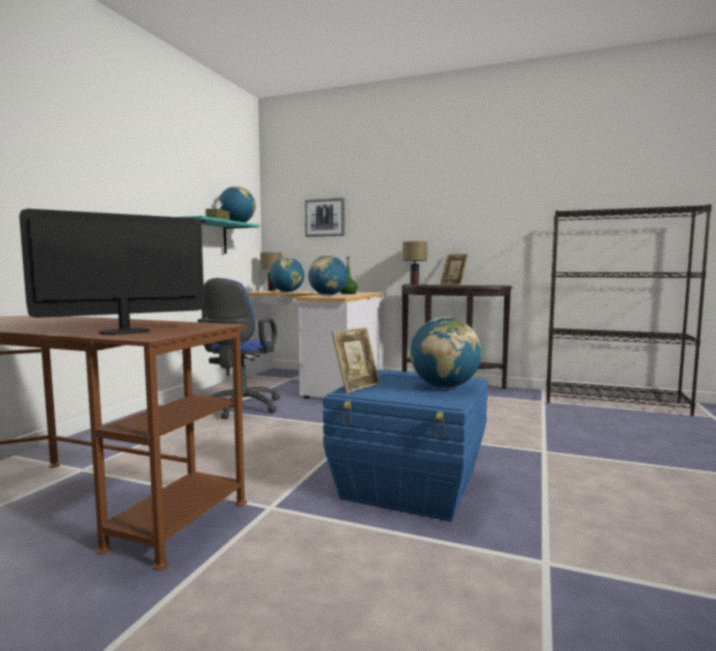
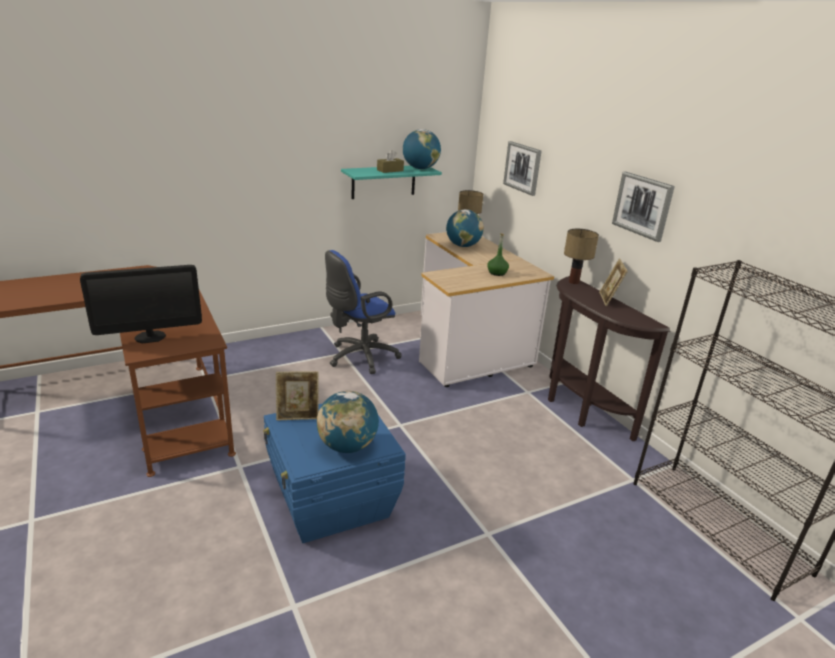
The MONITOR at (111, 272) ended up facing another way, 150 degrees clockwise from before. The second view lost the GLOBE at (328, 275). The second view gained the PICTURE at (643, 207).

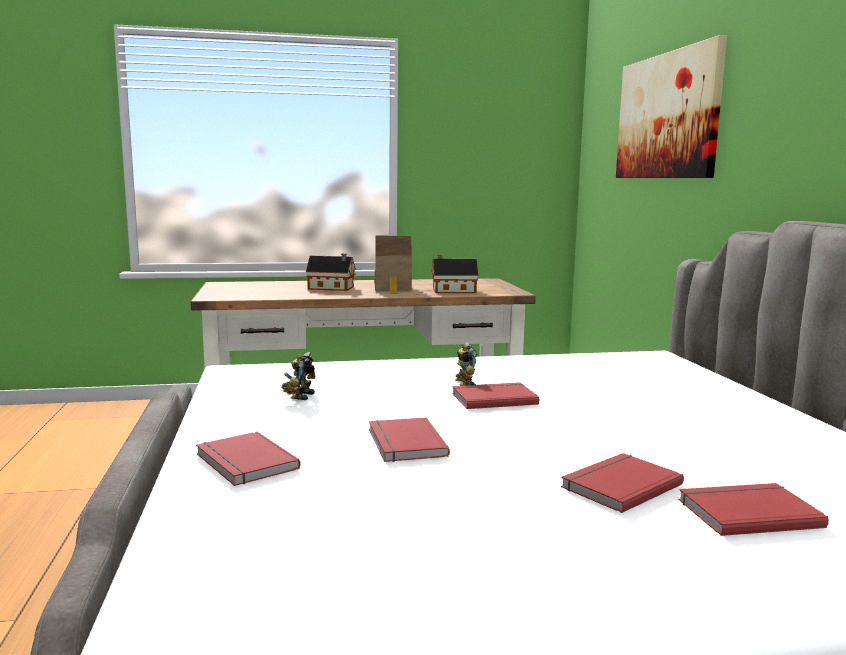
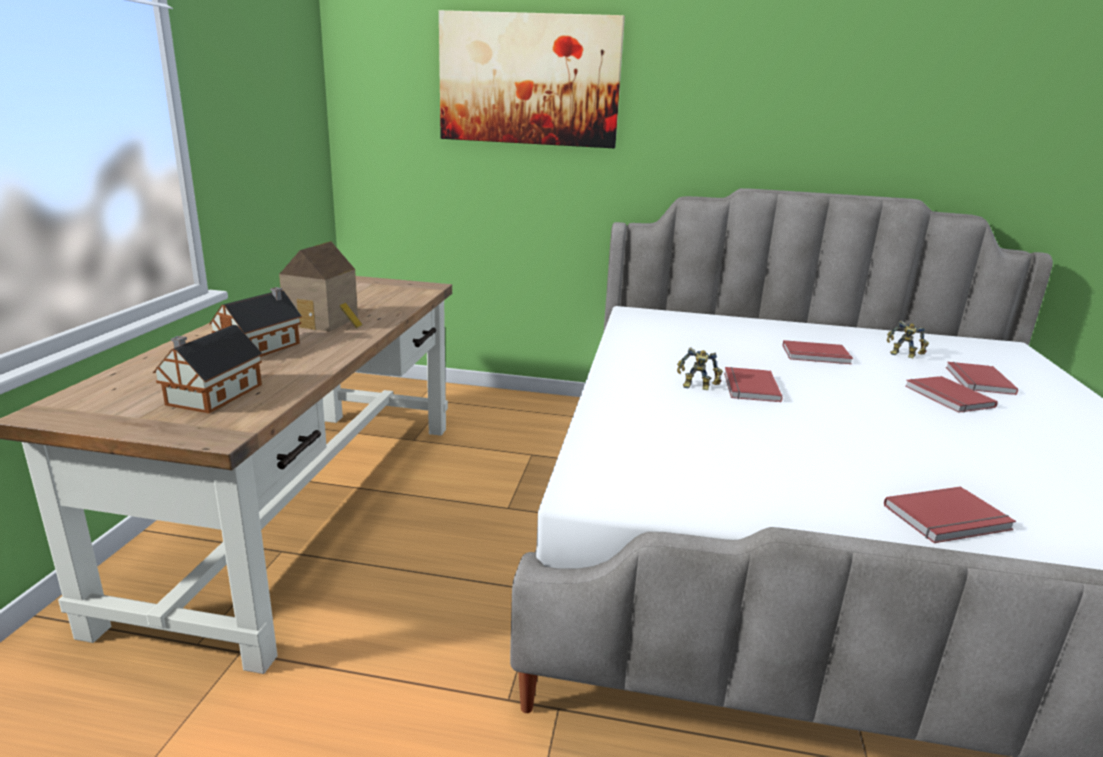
The TOY HOUSE ended up elsewhere, having gone from (454, 274) to (208, 369). The TOY ROBOT ended up elsewhere, having gone from (298, 376) to (908, 339). The RED BOOK ended up elsewhere, having gone from (409, 439) to (818, 352).

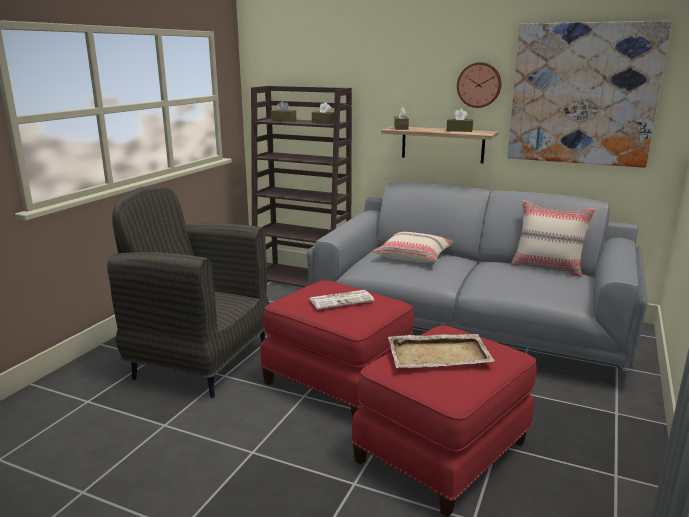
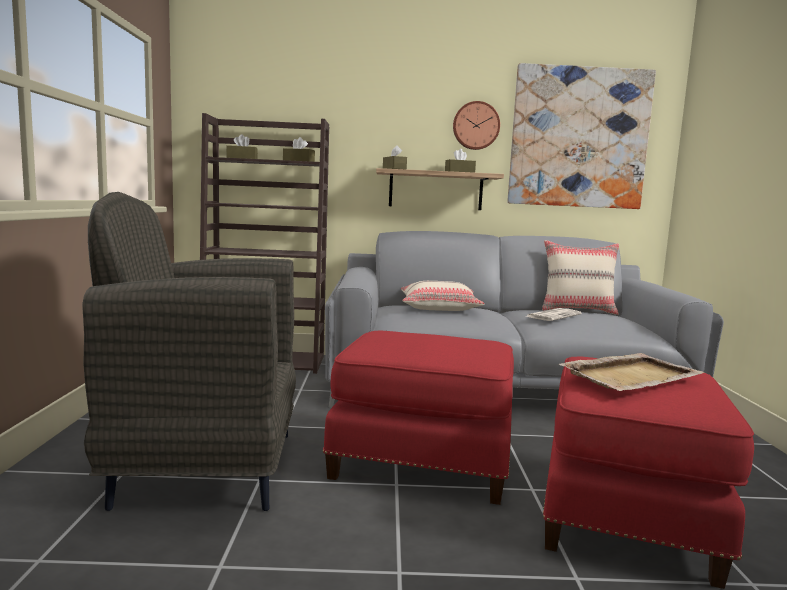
The NEWSPAPER ended up elsewhere, having gone from (342, 299) to (554, 314).

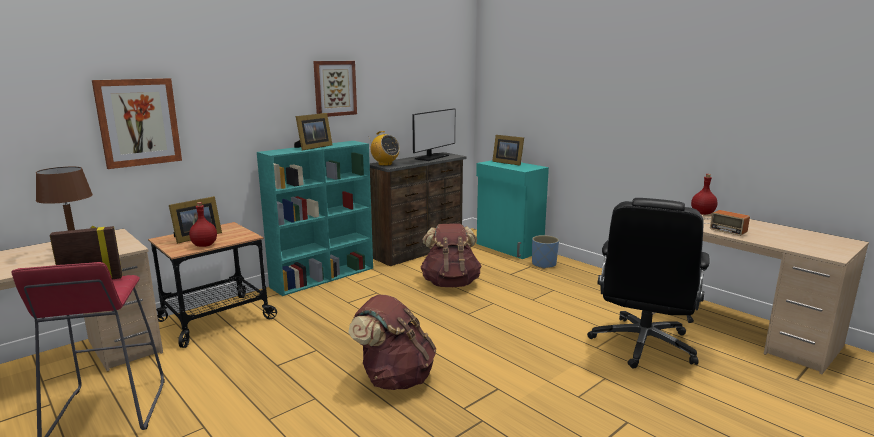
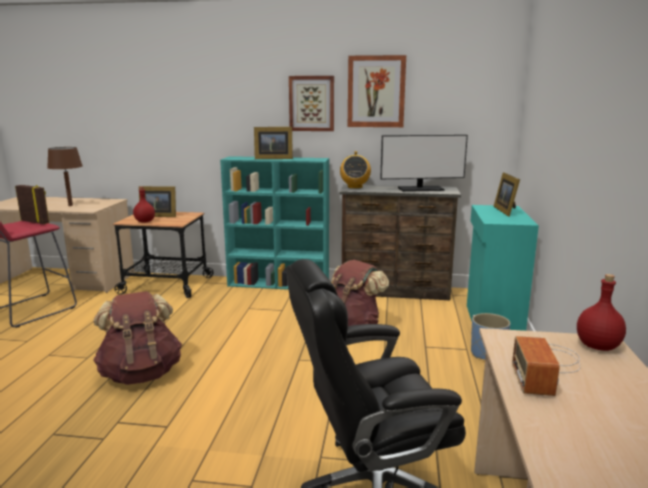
The PICTURE ended up elsewhere, having gone from (137, 123) to (377, 91).

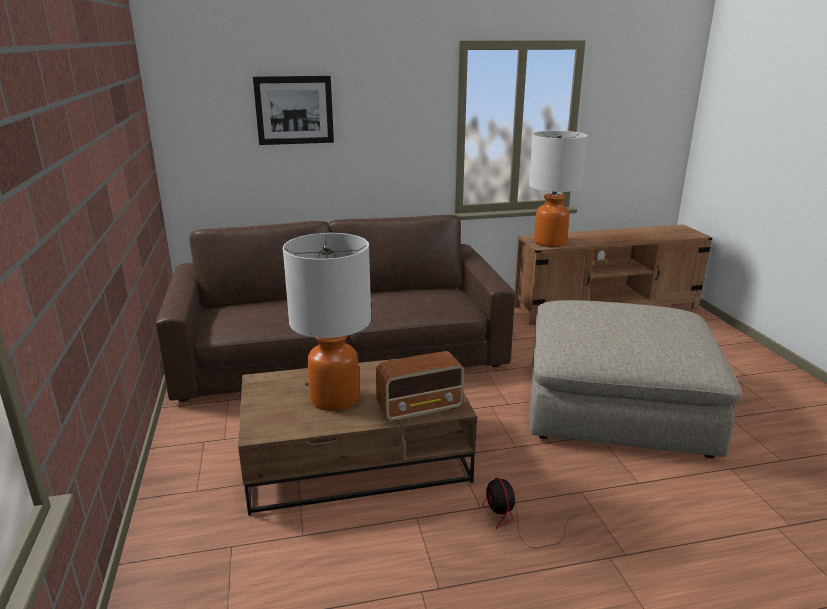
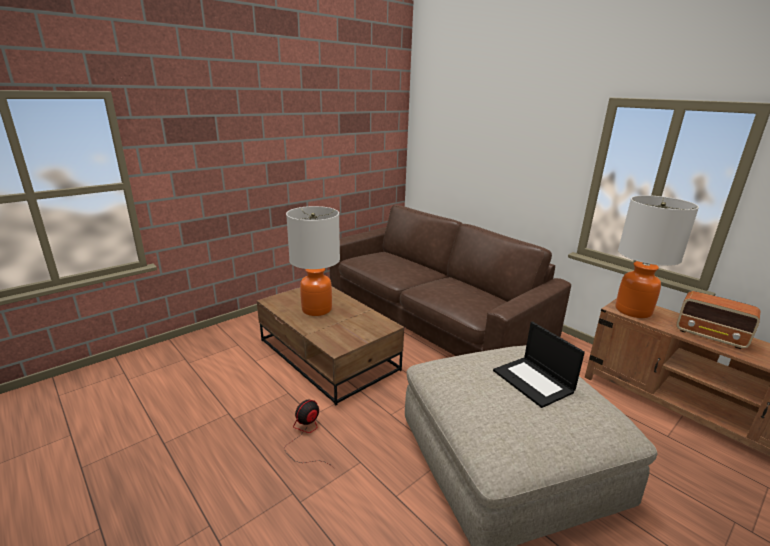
The second view lost the PICTURE at (293, 110). The RADIO ended up elsewhere, having gone from (420, 386) to (718, 320). The second view gained the LAPTOP at (539, 365).

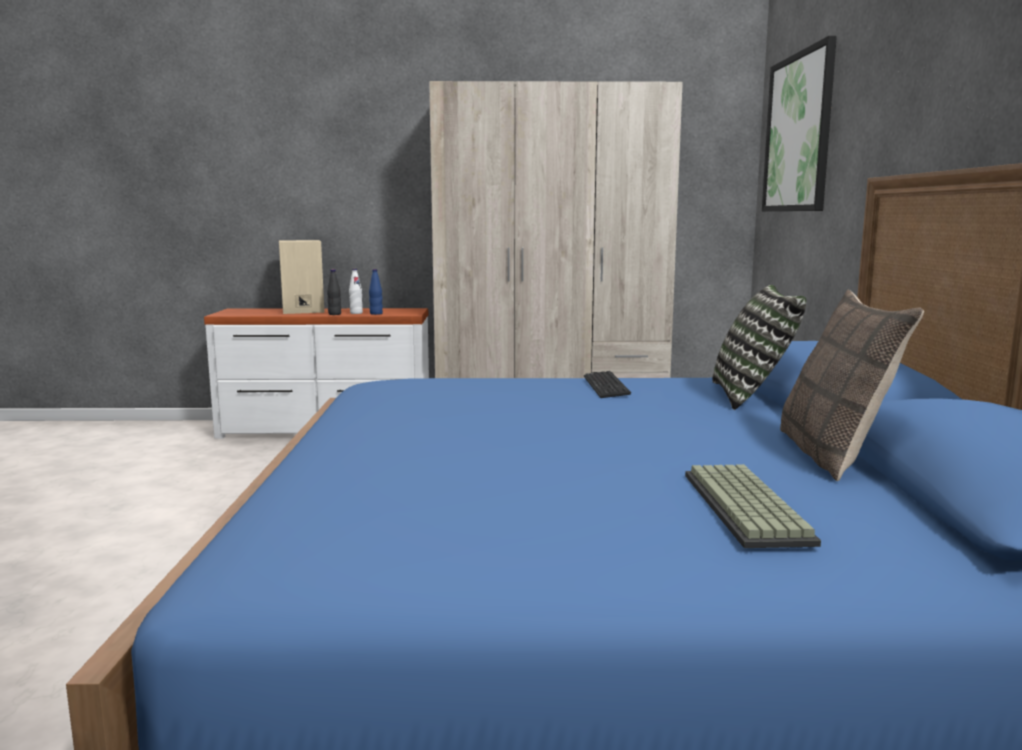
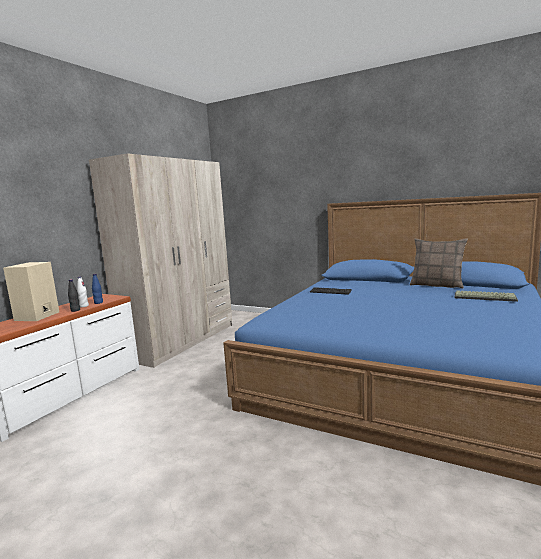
The second view lost the PICTURE at (799, 123). The second view lost the PILLOW at (759, 347).

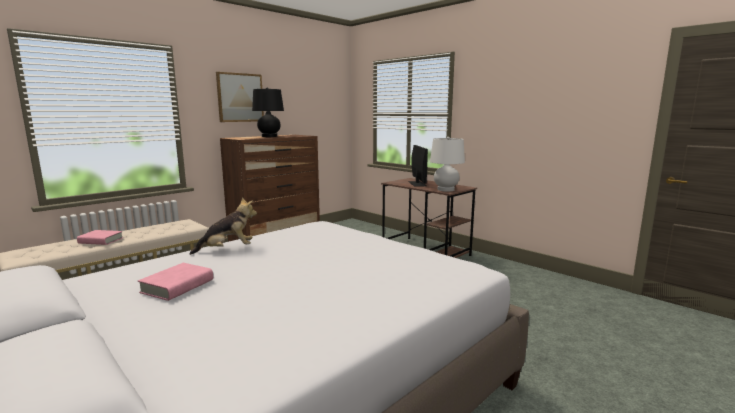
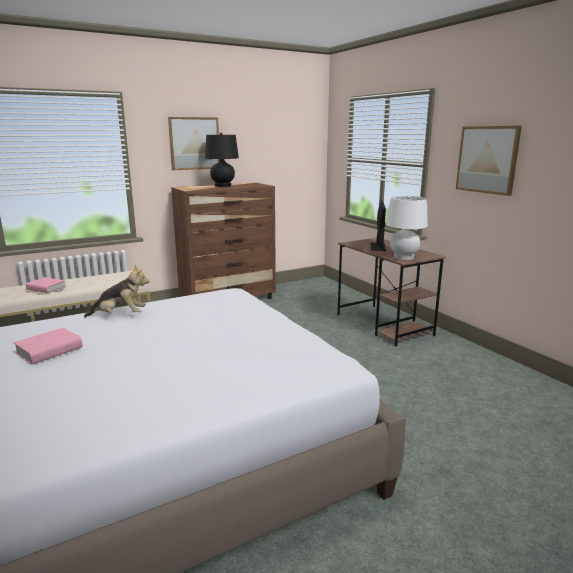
The second view gained the PICTURE at (489, 161).

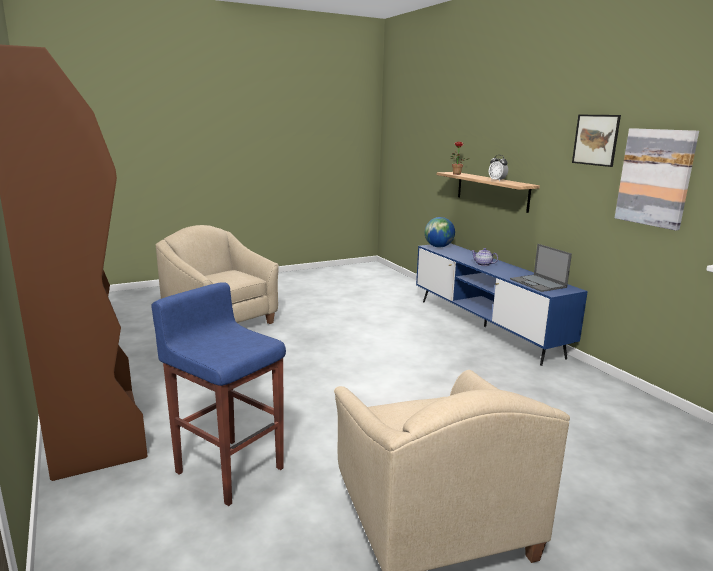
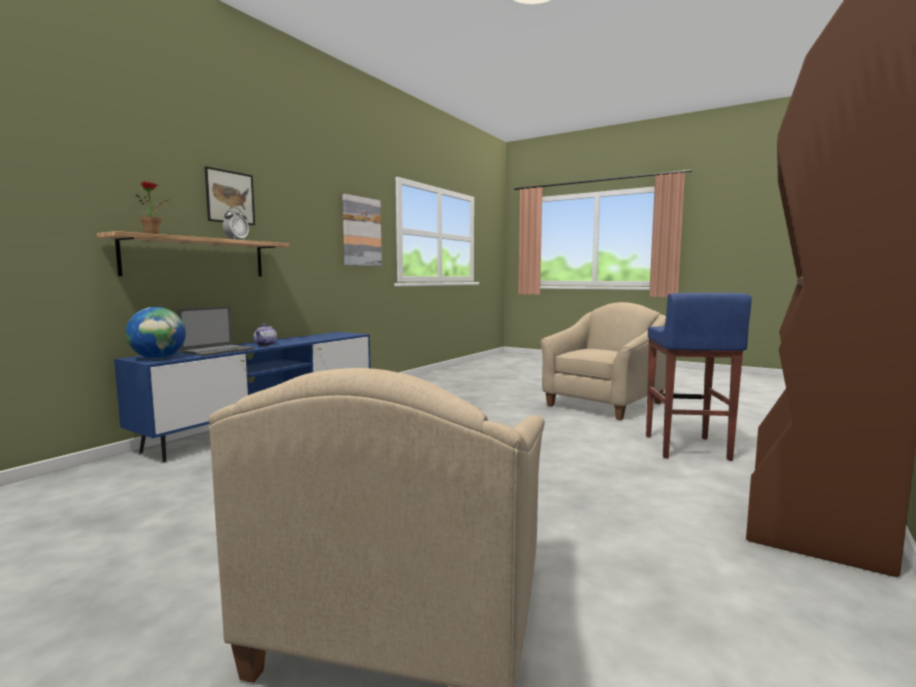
The PICTURE ended up elsewhere, having gone from (596, 141) to (230, 195). The LAPTOP ended up elsewhere, having gone from (541, 268) to (216, 331).

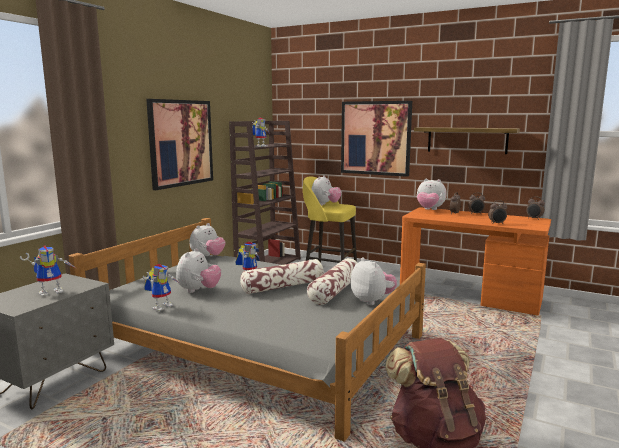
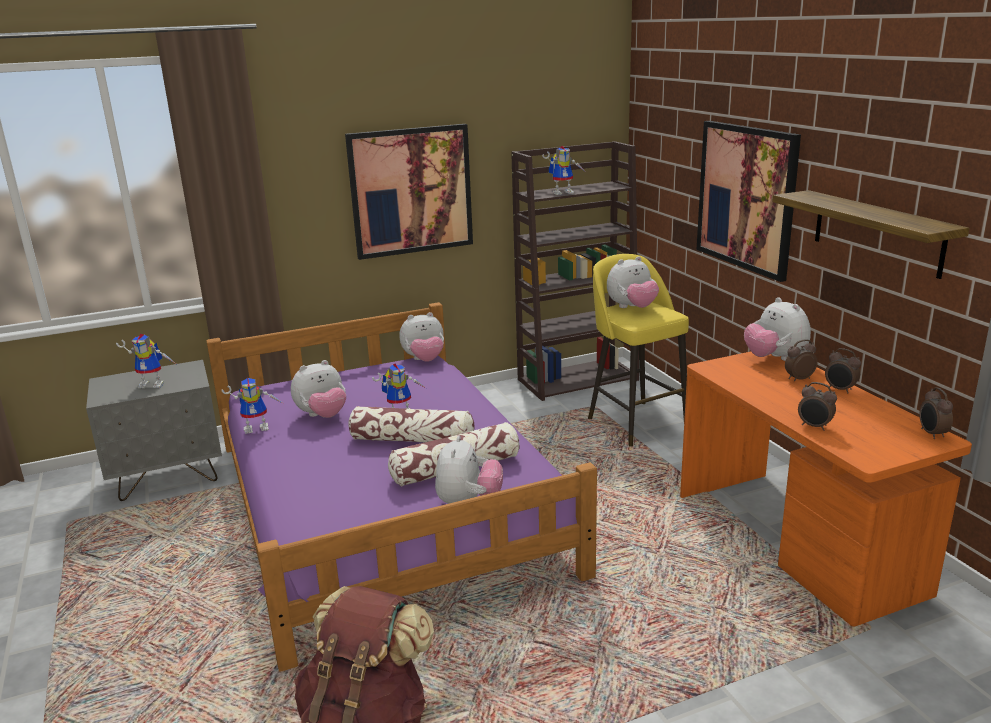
What was the GREY BED at (247, 329) turned into the PURPLE BED at (401, 487).

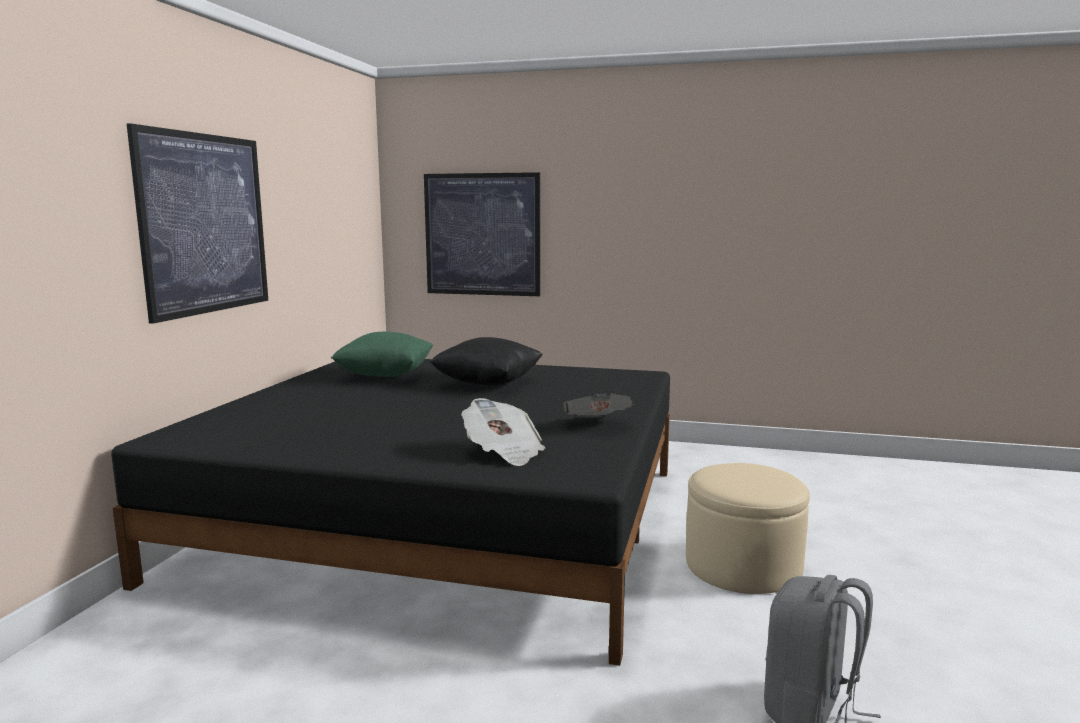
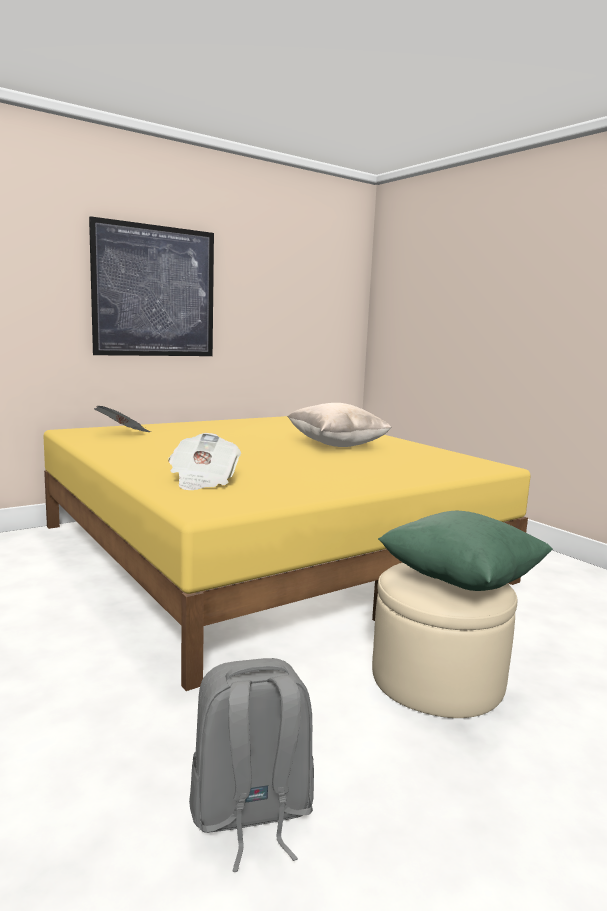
The second view lost the PICTURE at (482, 234). The GREEN PILLOW ended up elsewhere, having gone from (382, 354) to (465, 551). What was the BLACK PILLOW at (486, 361) turned into the BEIGE PILLOW at (339, 425). What was the BLACK BED at (390, 512) turned into the YELLOW BED at (287, 553). The NEWSPAPER ended up elsewhere, having gone from (598, 404) to (122, 419).

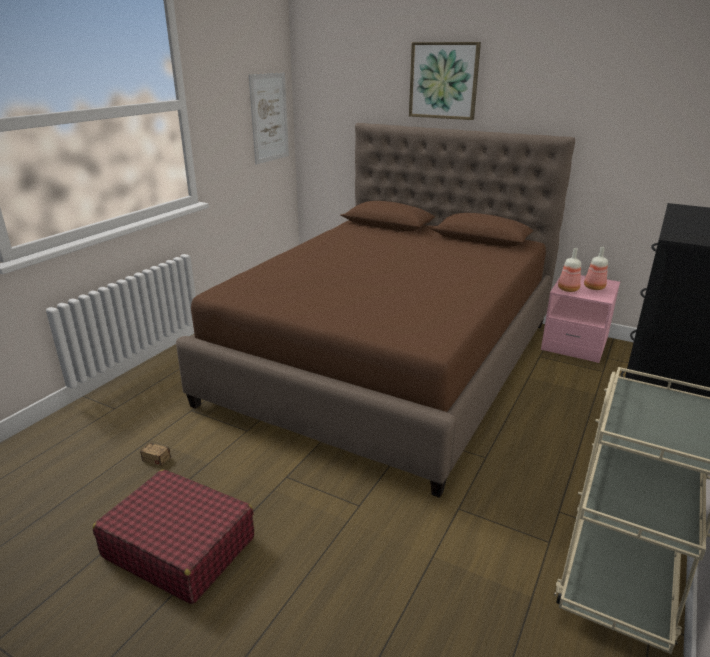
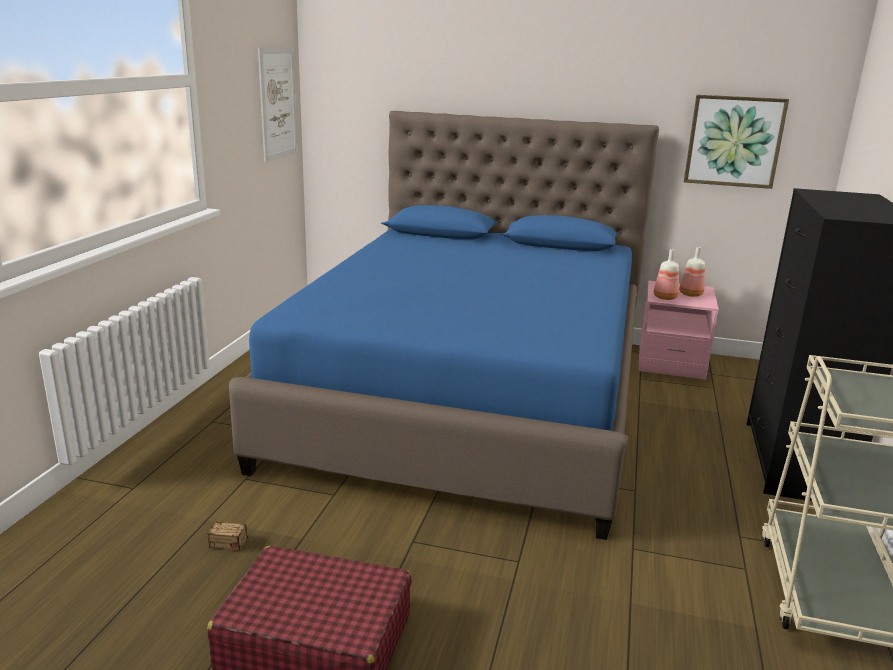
The PICTURE ended up elsewhere, having gone from (445, 81) to (736, 142). What was the BROWN BED at (375, 310) turned into the BLUE BED at (444, 325).

